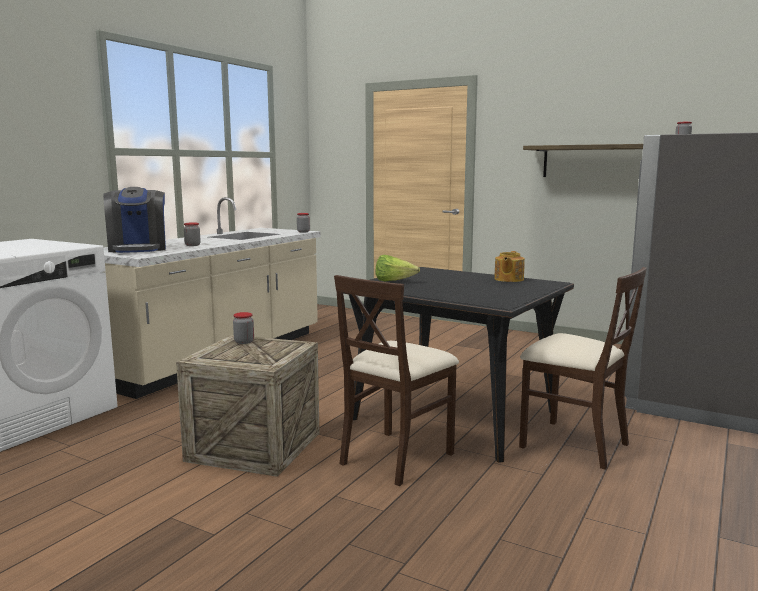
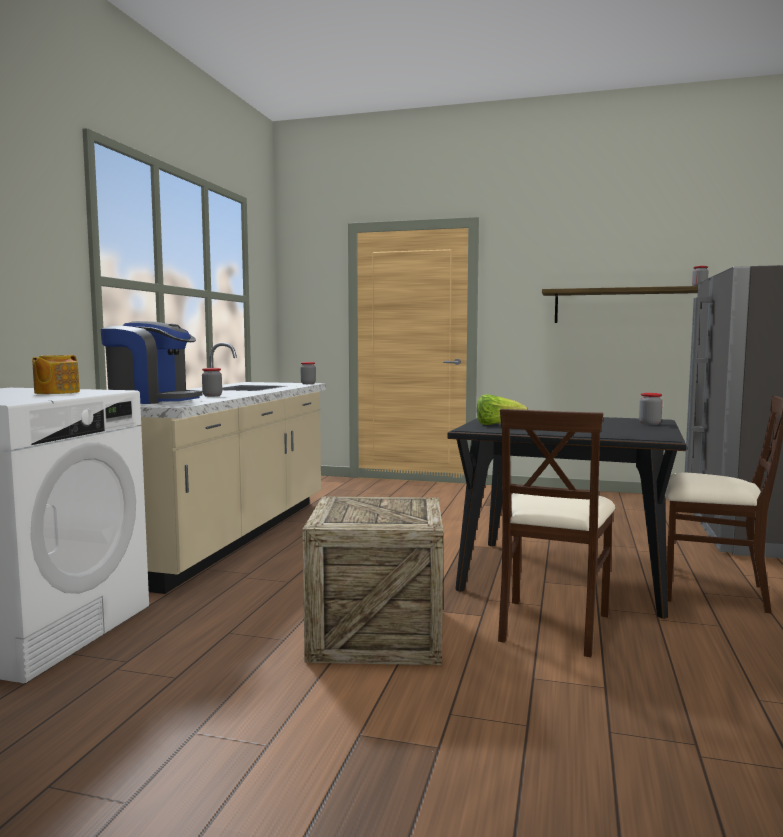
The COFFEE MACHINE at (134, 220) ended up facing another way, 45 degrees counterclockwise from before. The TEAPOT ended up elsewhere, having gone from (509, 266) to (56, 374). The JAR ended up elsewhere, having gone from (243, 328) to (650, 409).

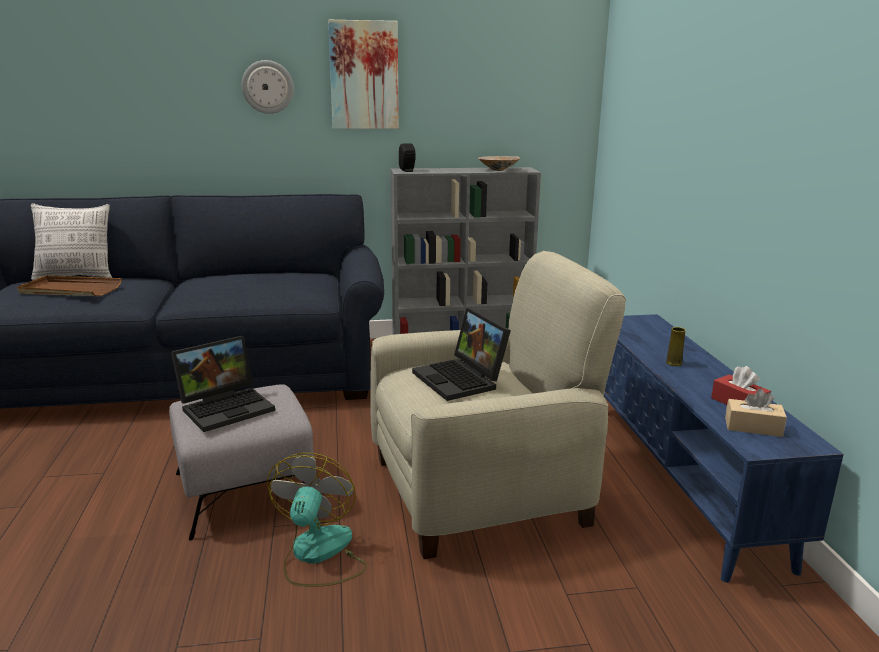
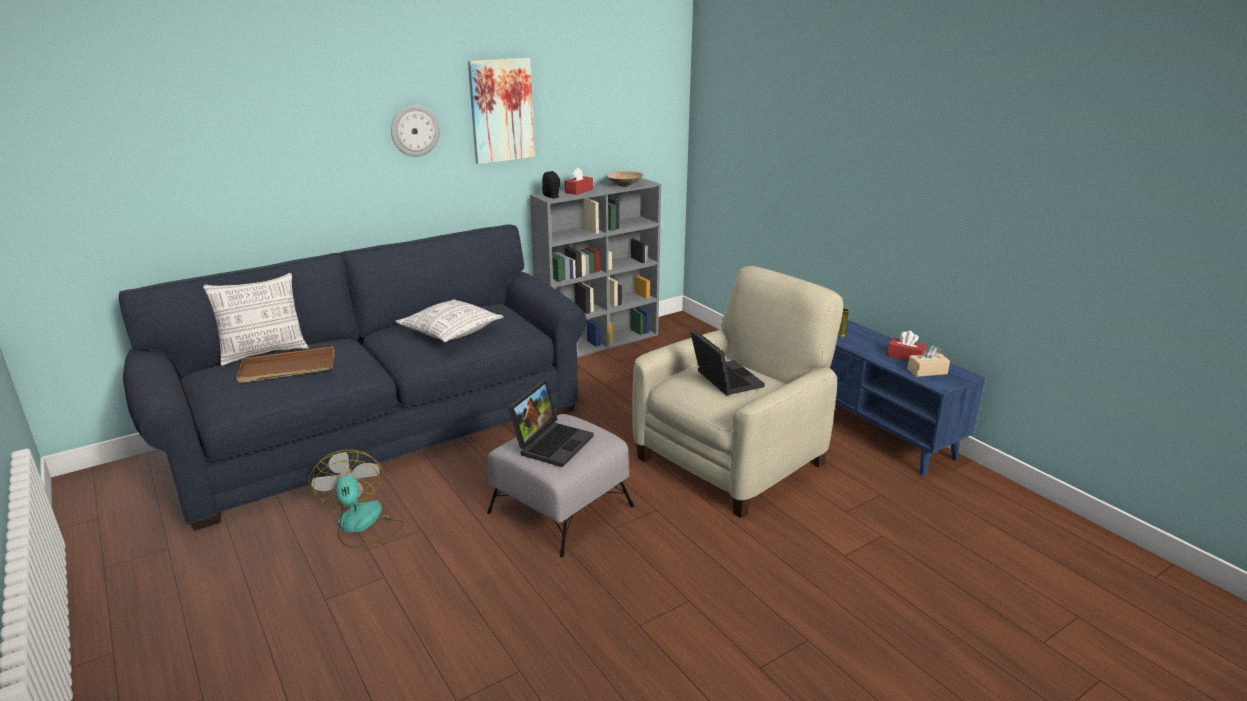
The LAPTOP at (461, 354) ended up facing another way, 150 degrees counterclockwise from before. The FAN ended up elsewhere, having gone from (317, 520) to (356, 499). The second view gained the RED TISSUE BOX at (579, 181). The second view gained the PILLOW at (449, 320).

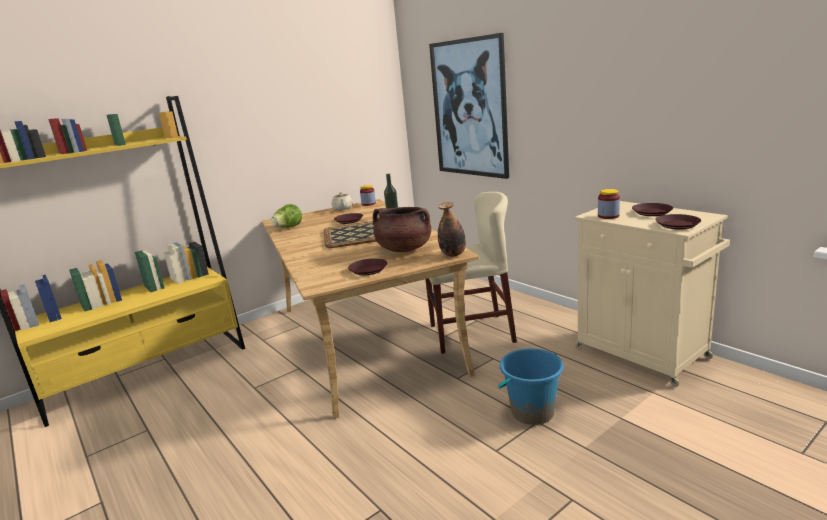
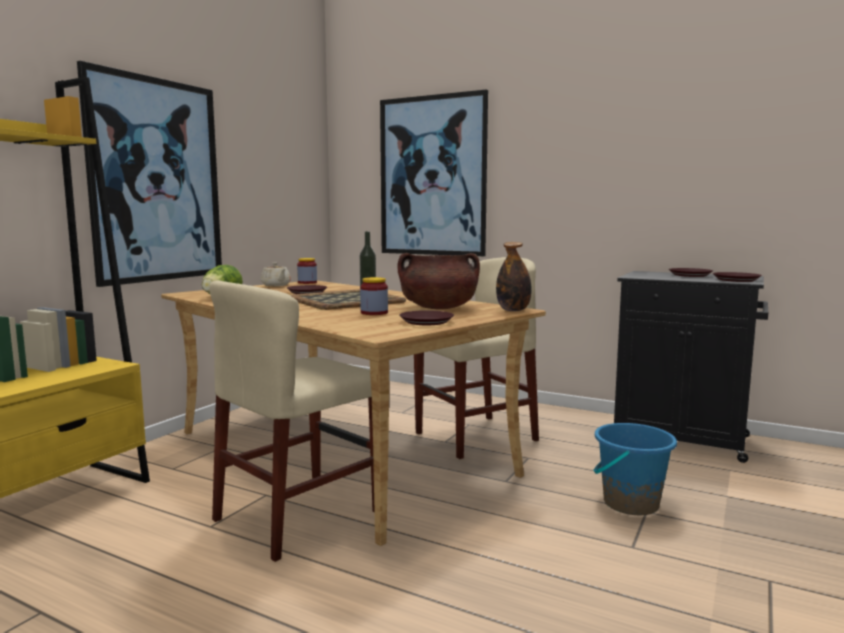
The JAR ended up elsewhere, having gone from (609, 204) to (374, 296). What was the BEIGE CABINET at (652, 294) turned into the BLACK CABINET at (691, 367). The second view gained the PICTURE at (149, 174). The second view gained the BEIGE CHAIR at (292, 421).

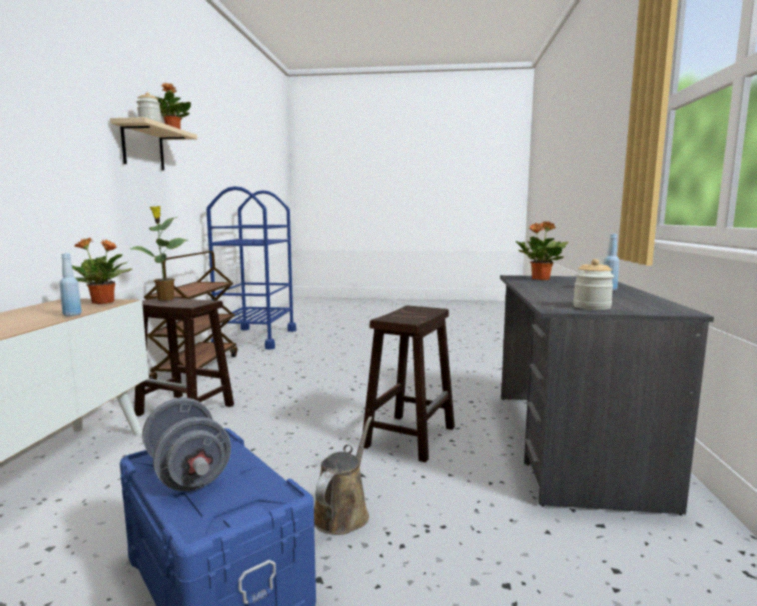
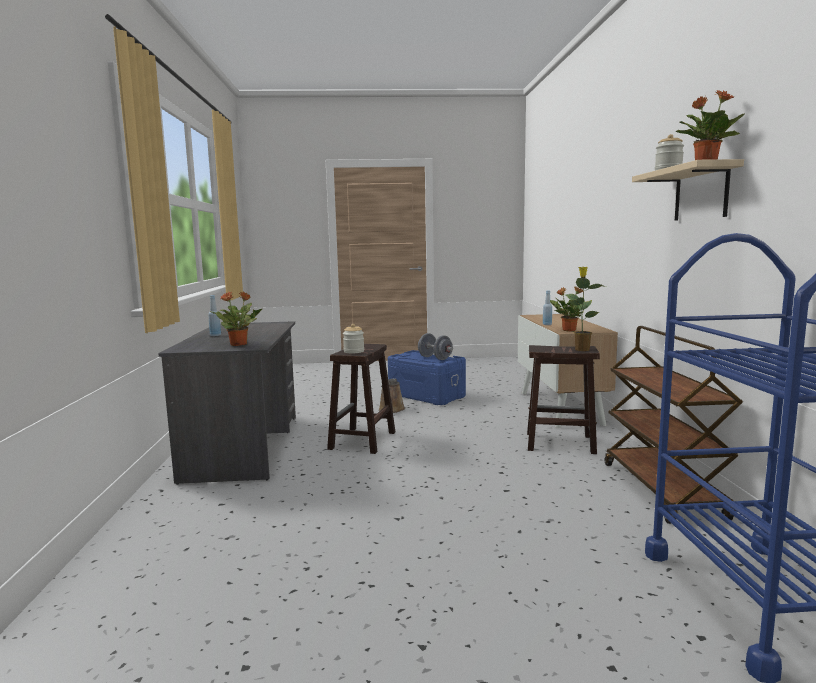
The JAR ended up elsewhere, having gone from (593, 284) to (353, 338).

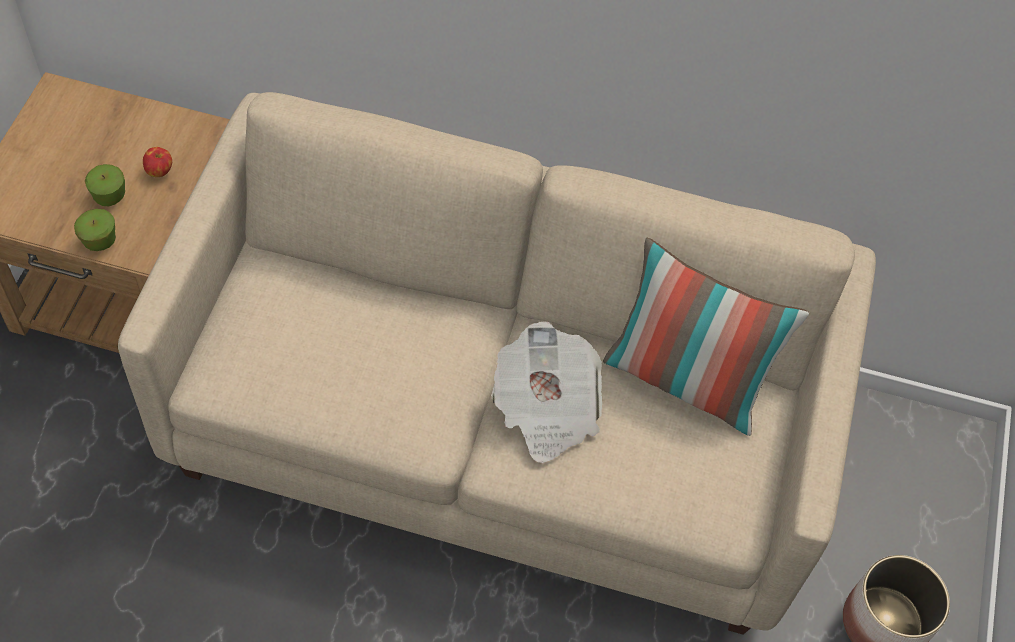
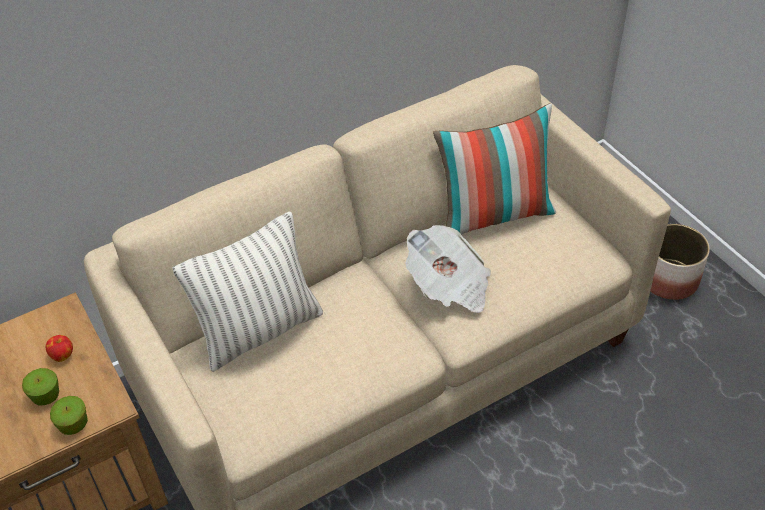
The second view gained the PILLOW at (247, 291).

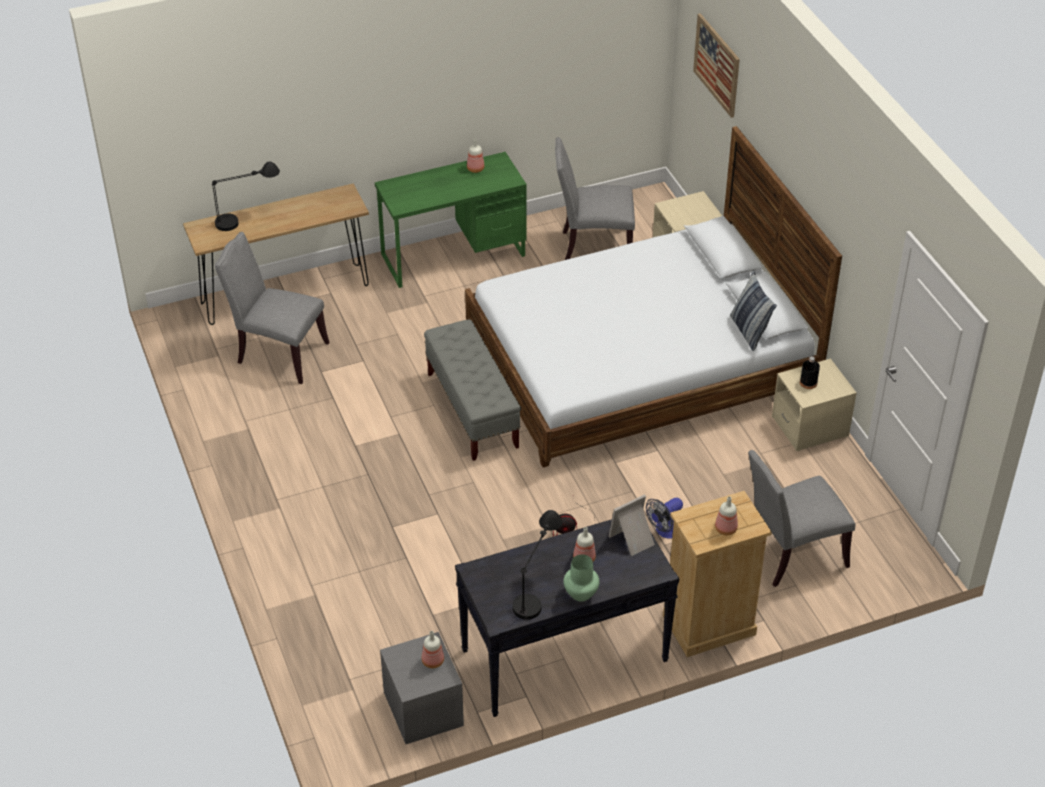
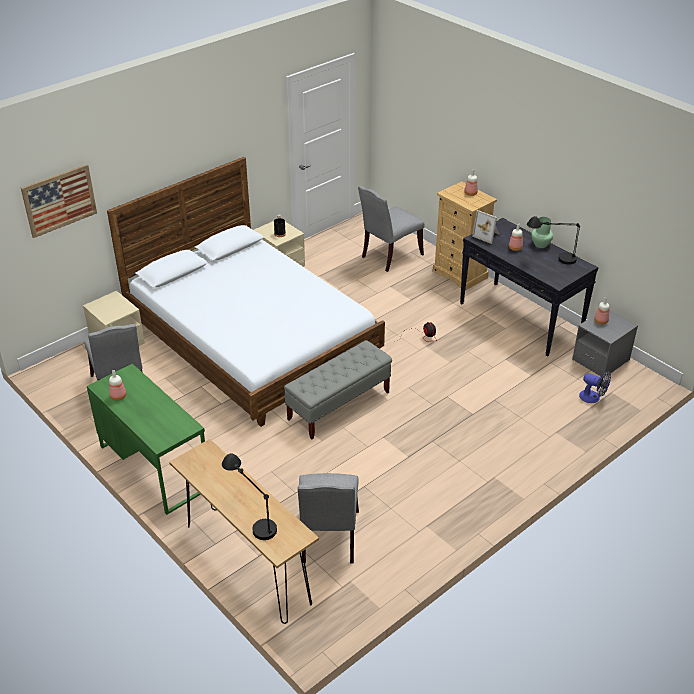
The second view lost the PILLOW at (753, 311). The GREY CHAIR at (801, 518) ended up facing another way, 90 degrees clockwise from before. The FAN ended up elsewhere, having gone from (664, 518) to (595, 387).

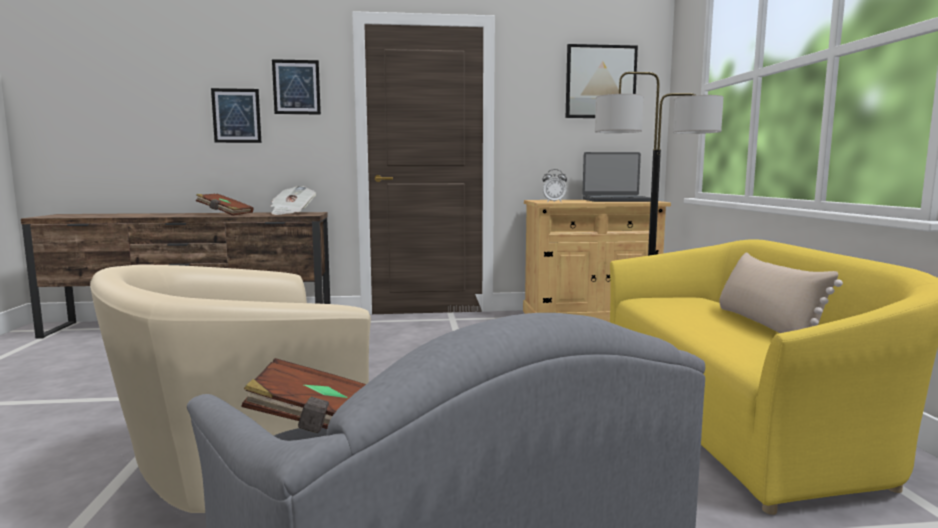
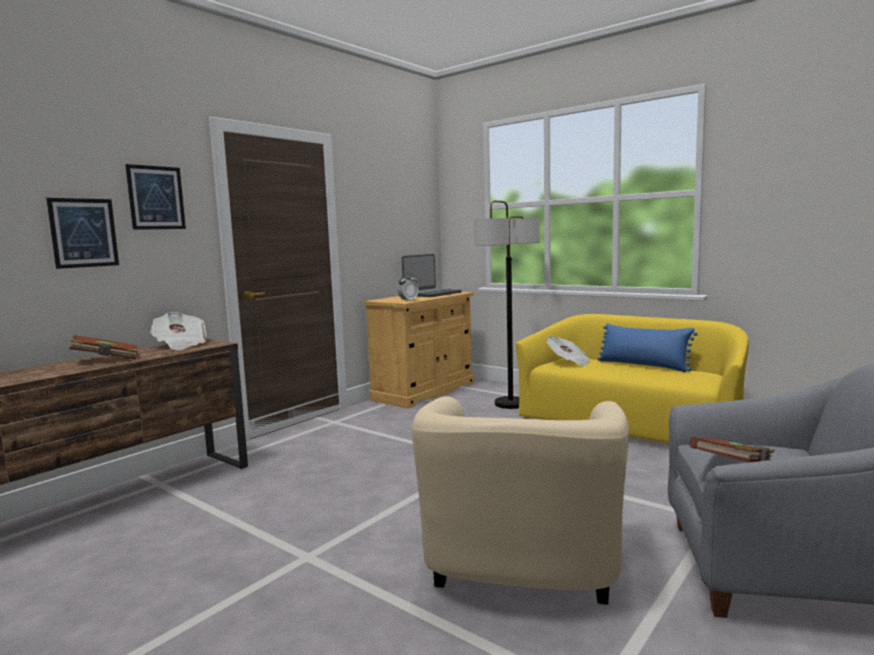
The second view lost the PICTURE at (602, 81). What was the BEIGE PILLOW at (781, 292) turned into the BLUE PILLOW at (647, 347). The second view gained the NEWSPAPER at (568, 351).

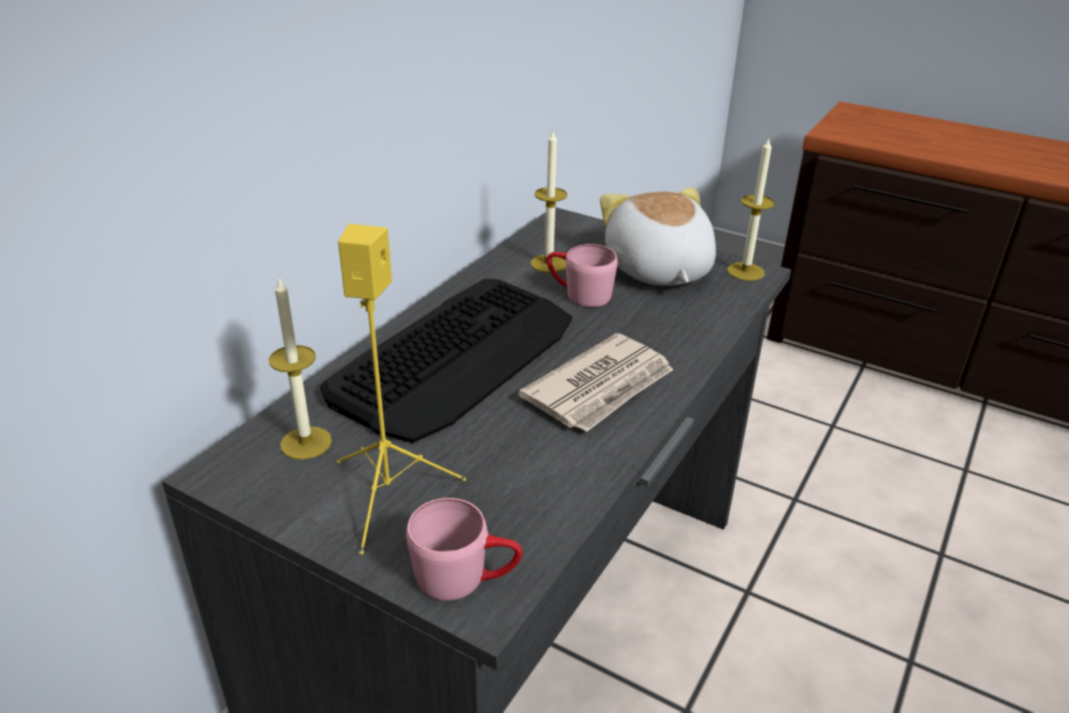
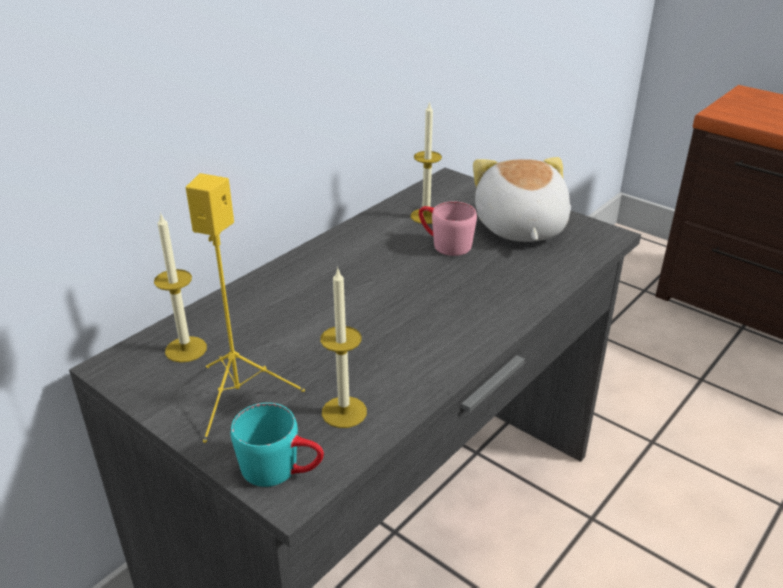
The CANDLE ended up elsewhere, having gone from (751, 210) to (343, 347). The second view lost the KEYBOARD at (446, 361). The second view lost the NEWSPAPER at (595, 382). What was the PINK MUG at (464, 549) turned into the TURQUOISE MUG at (277, 445).

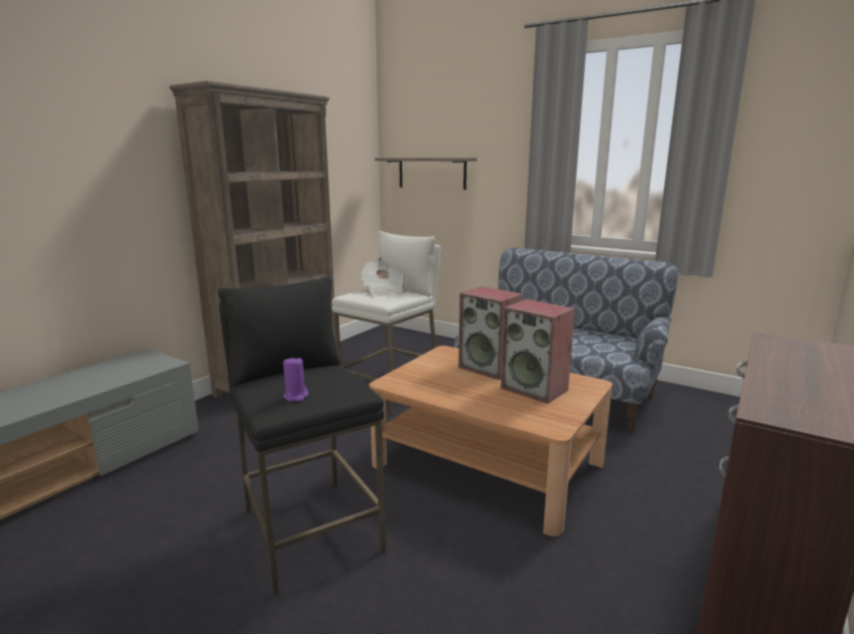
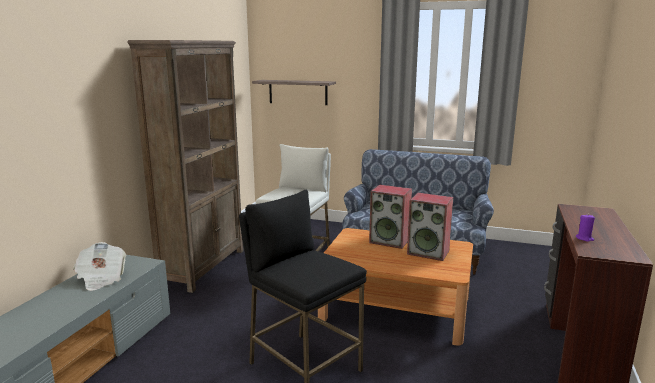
The NEWSPAPER ended up elsewhere, having gone from (383, 276) to (99, 266). The PURPLE CANDLE ended up elsewhere, having gone from (295, 379) to (585, 228).

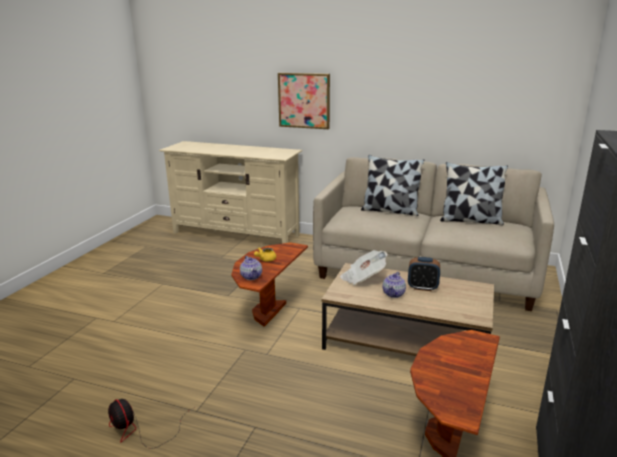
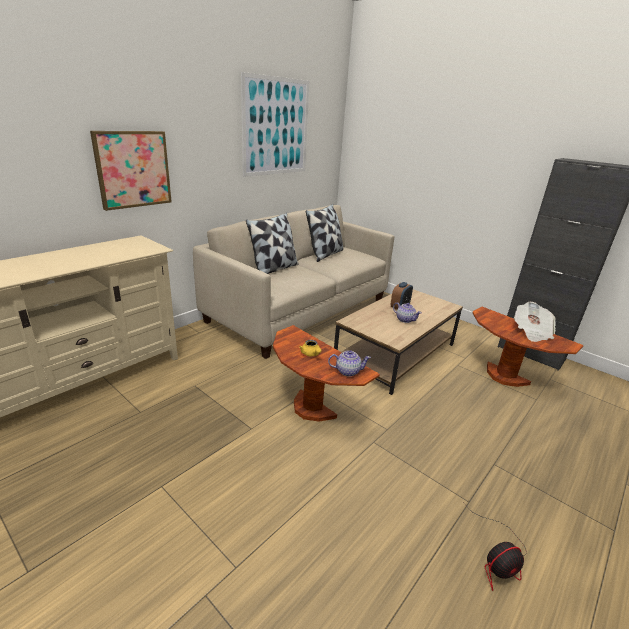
The NEWSPAPER ended up elsewhere, having gone from (364, 267) to (535, 322). The second view gained the PICTURE at (275, 124).

